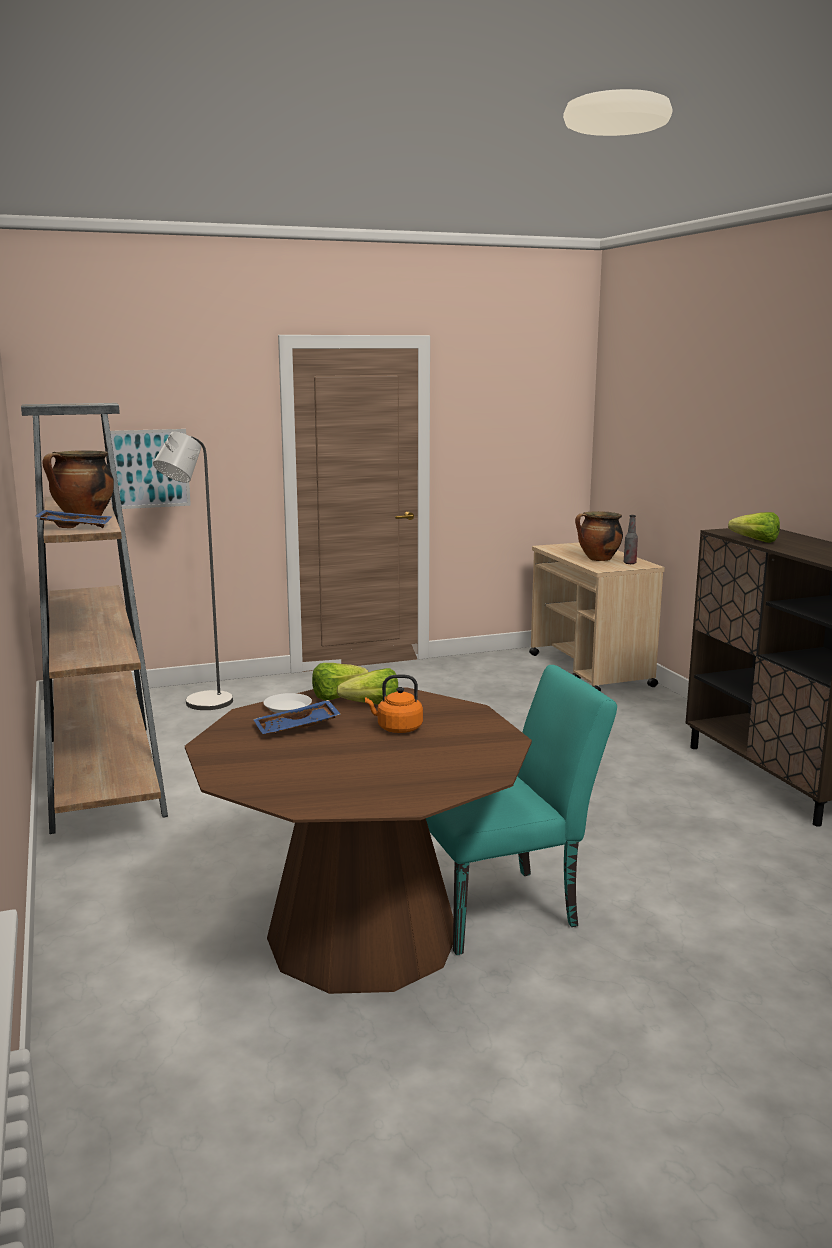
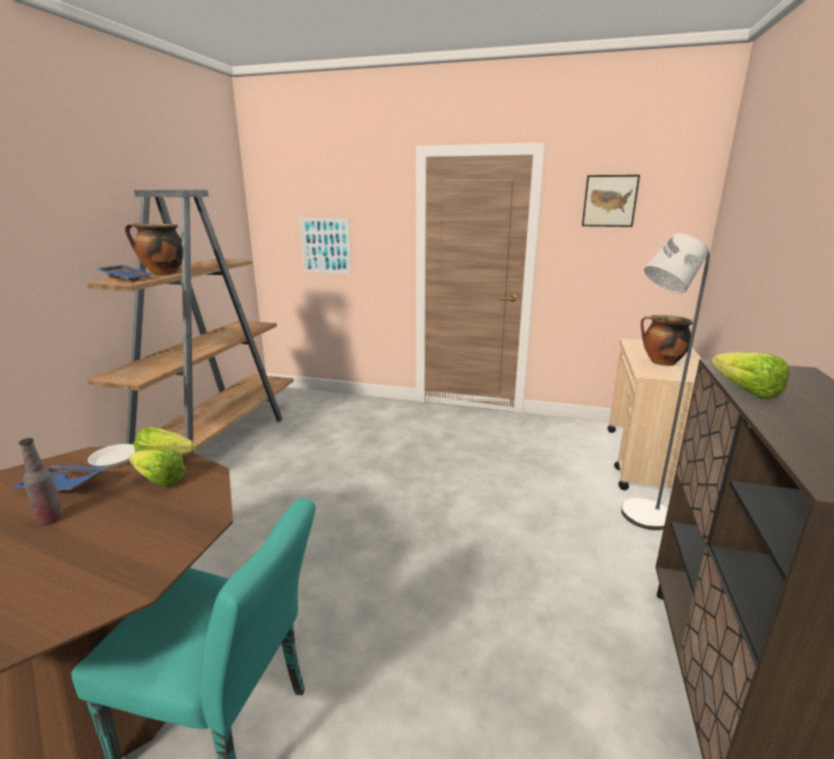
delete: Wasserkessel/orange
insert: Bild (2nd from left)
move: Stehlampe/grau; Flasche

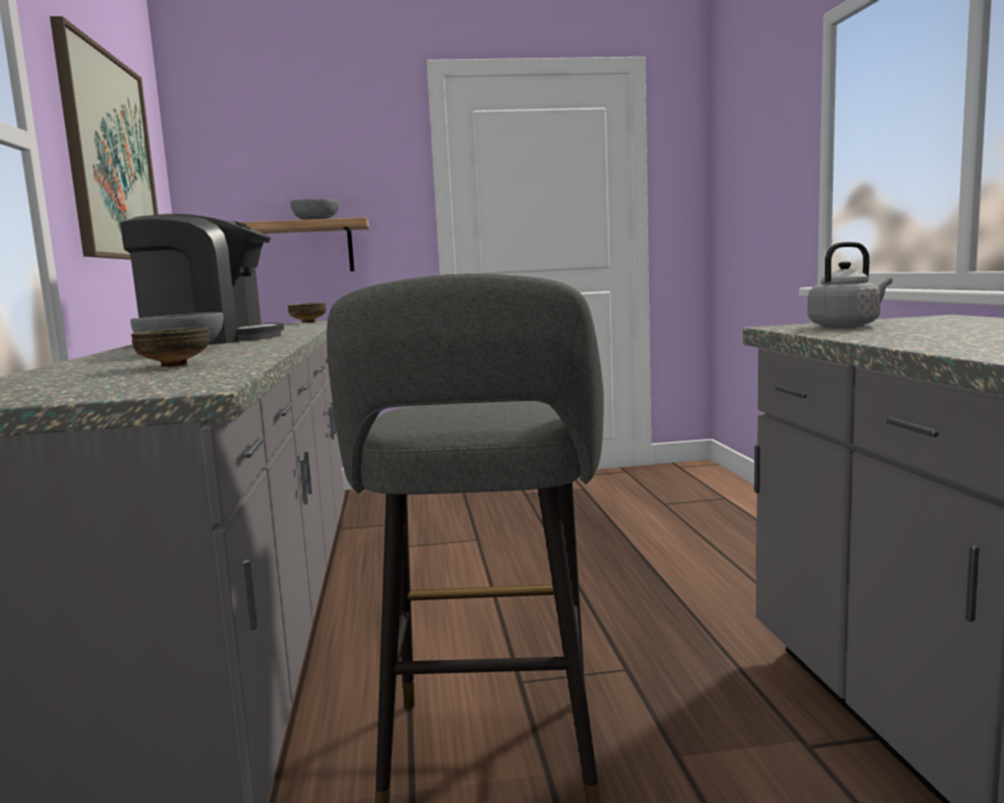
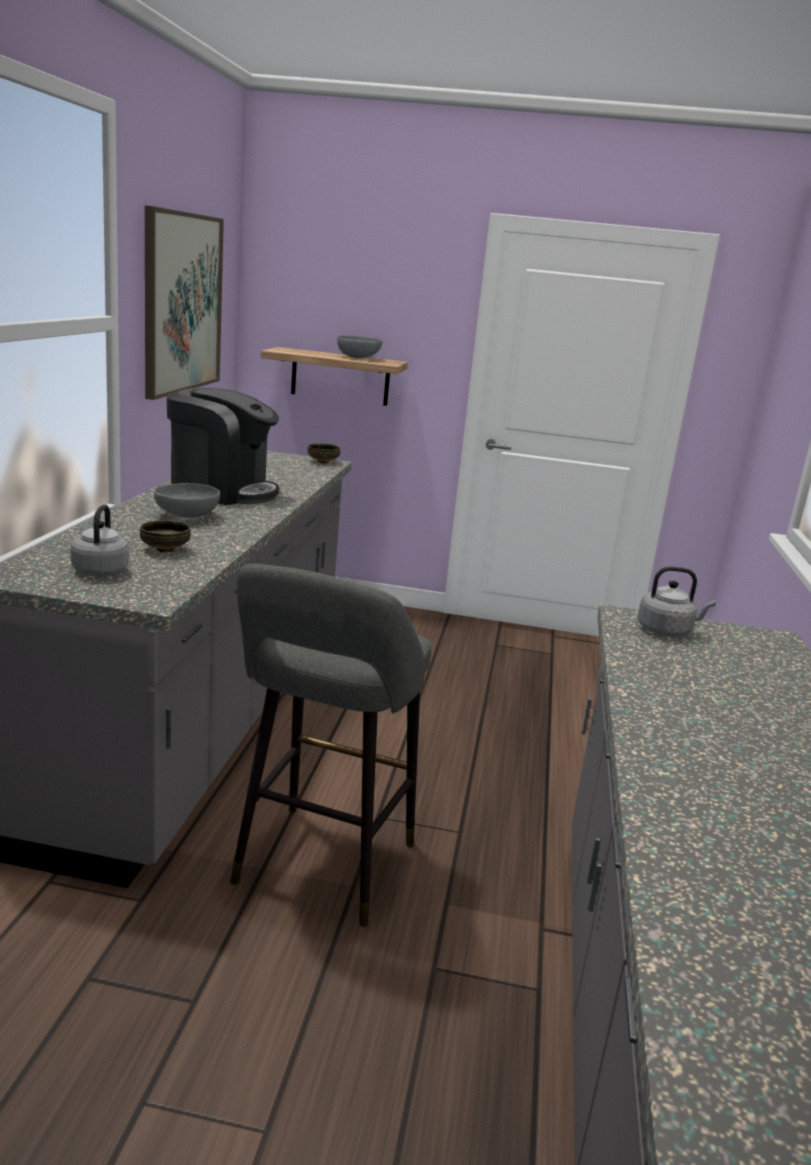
insert: Wasserkessel/grau (1st from left)

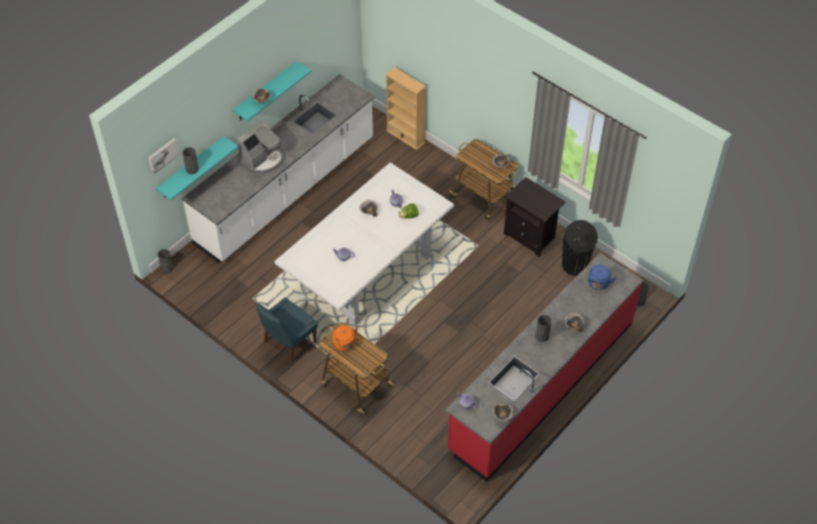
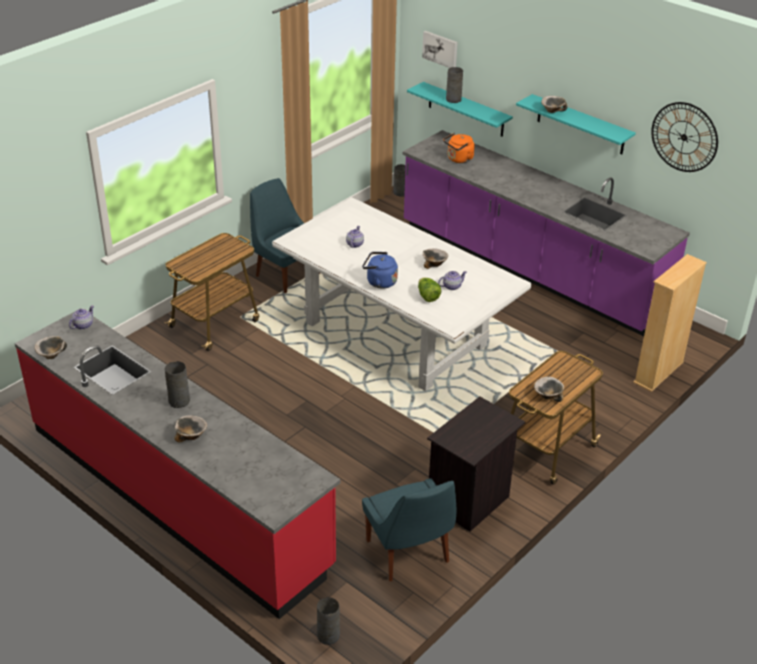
delete: Kaffeemaschine
insert: Wanduhr
move: Wasserkessel/blau; Wasserkessel/orange
replace: Mülleimer/schwarz to Stuhl/blau (2nd from left)
recolor: Küchenzeile/weiß to Küchenzeile/lila

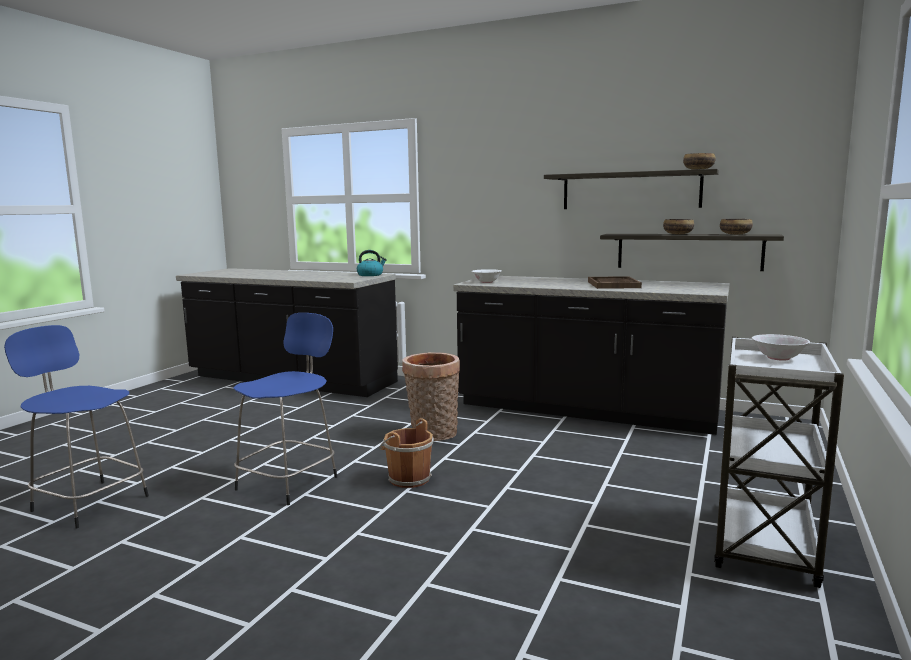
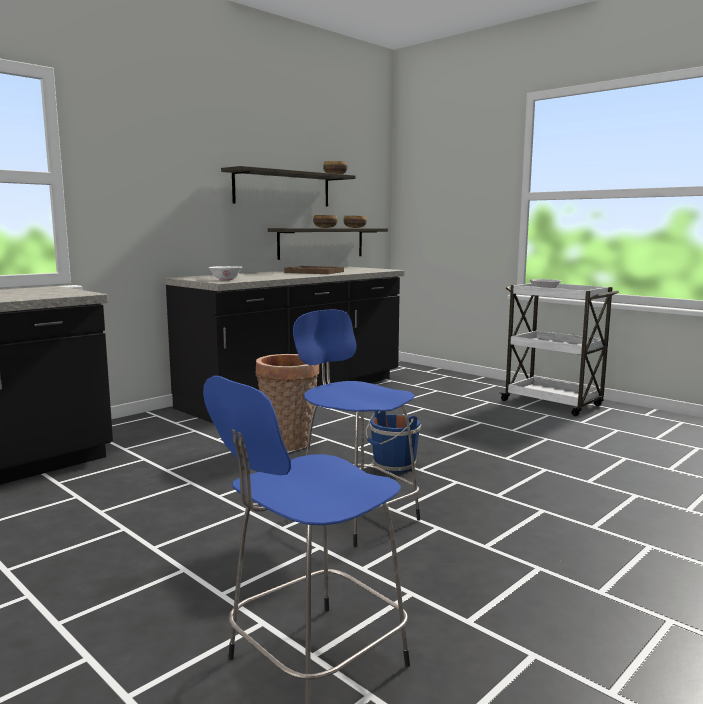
delete: Wasserkessel
recolor: Eimer/braun to Eimer/blau

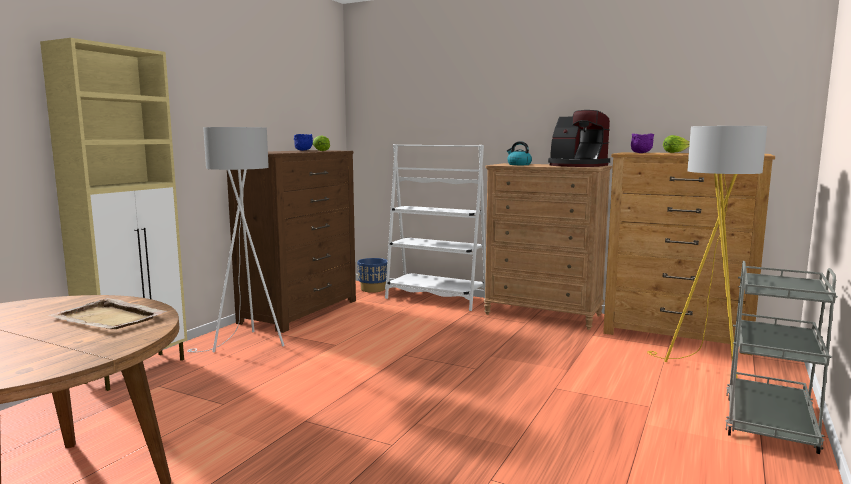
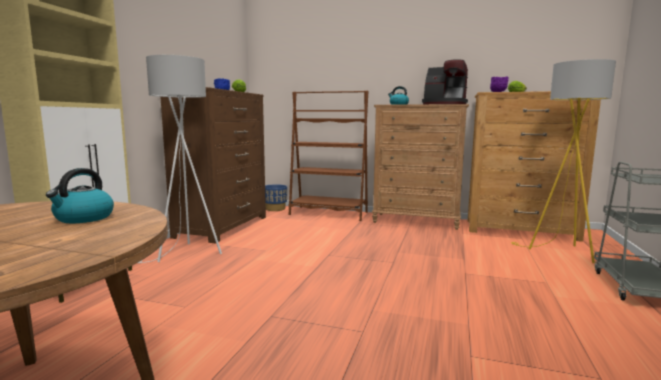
replace: Tablett/beige to Wasserkessel (1st from left)
recolor: Bücherregal/weiß to Bücherregal/braun

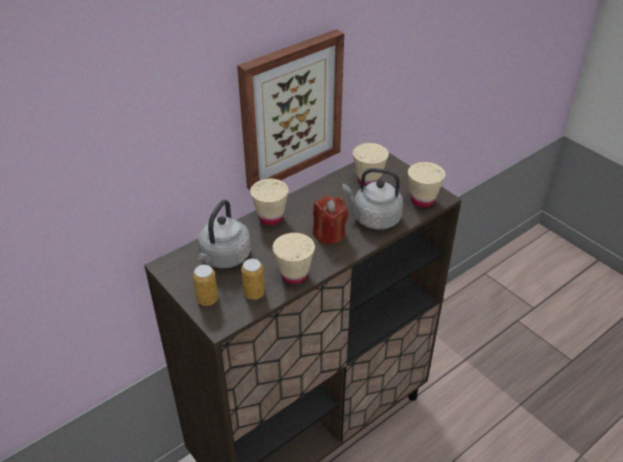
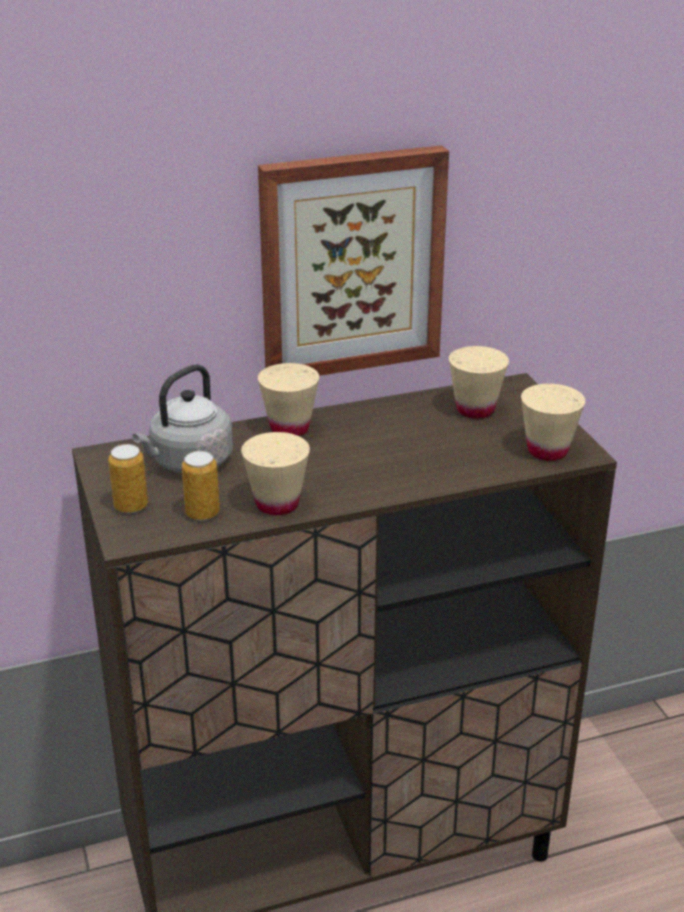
delete: Wasserkessel/grau (2nd from left); Kerze/rot

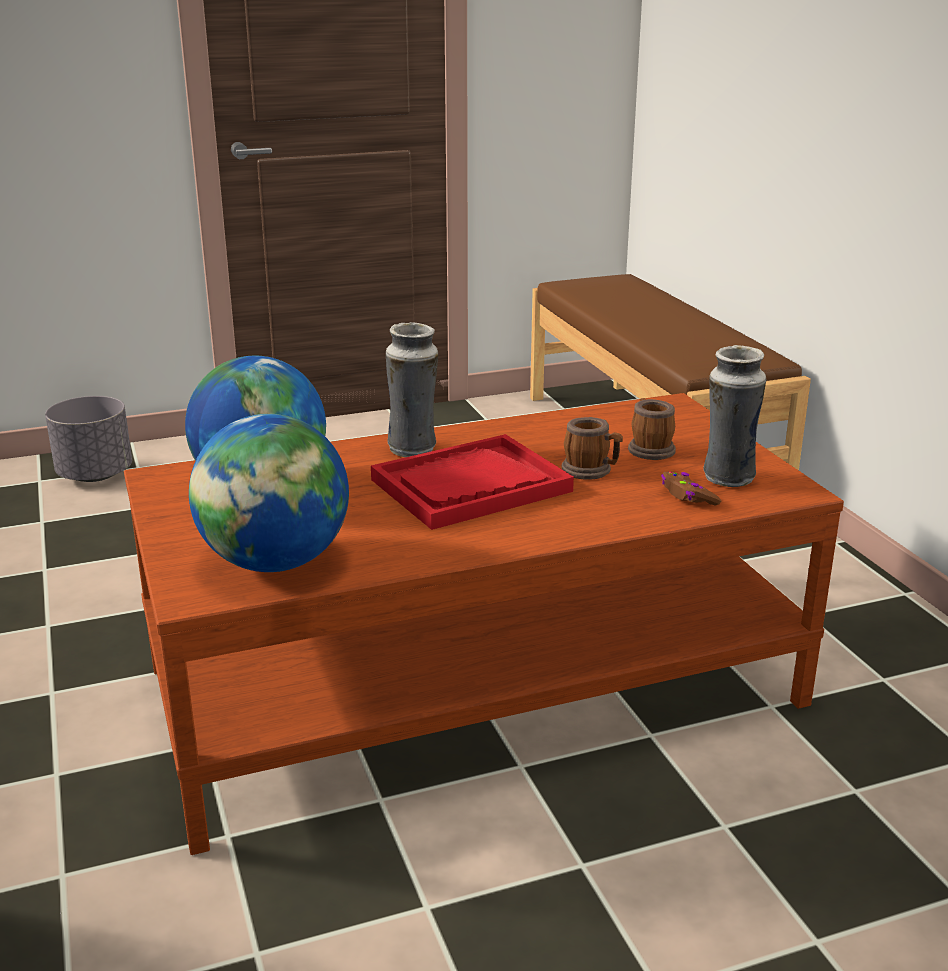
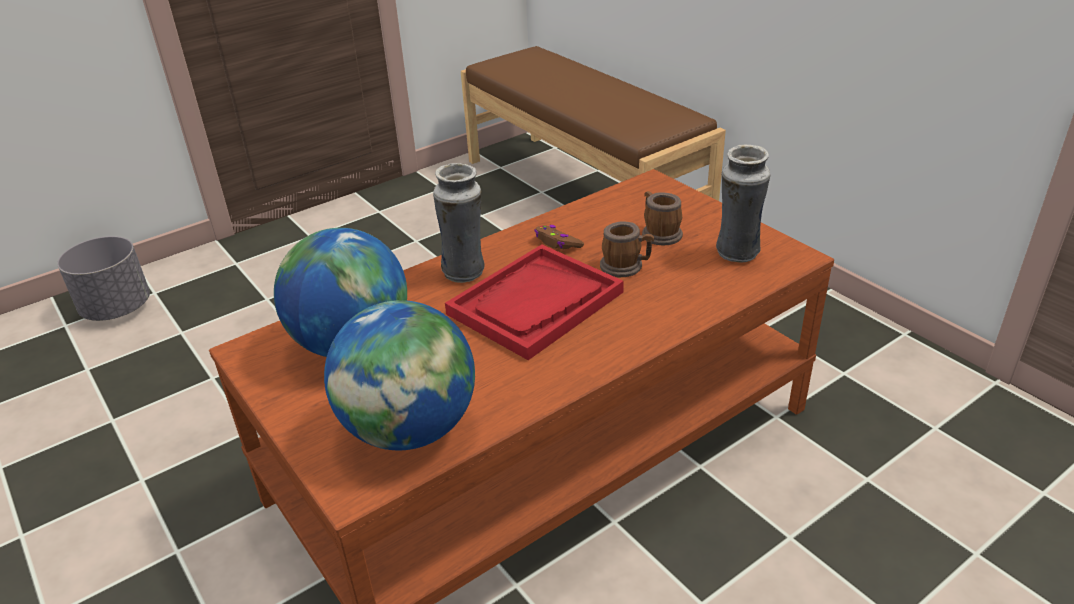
move: Gamepad/braun

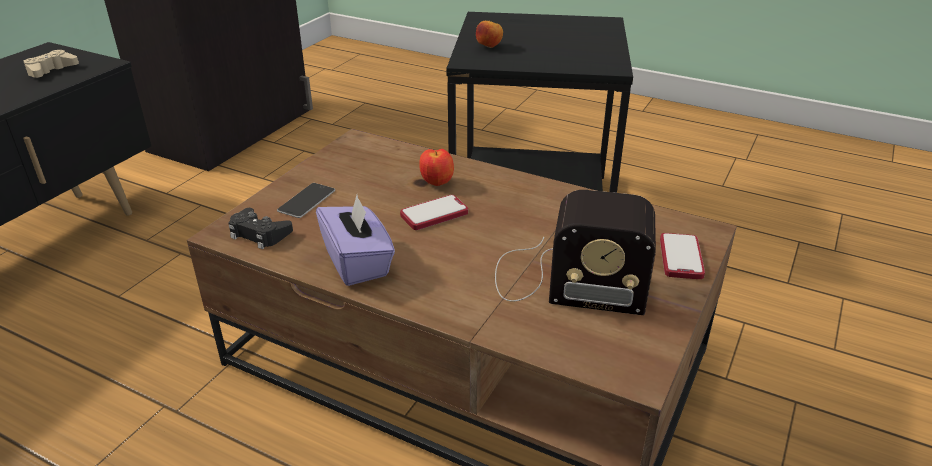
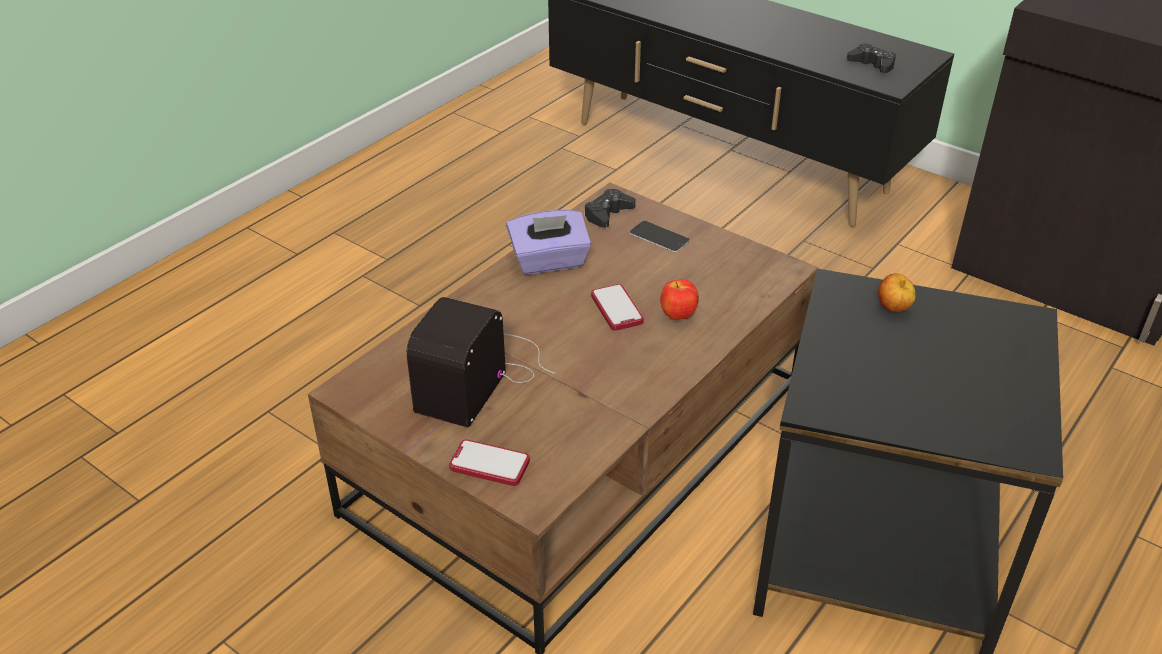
recolor: Gamepad/beige to Gamepad/schwarz (2nd from left)

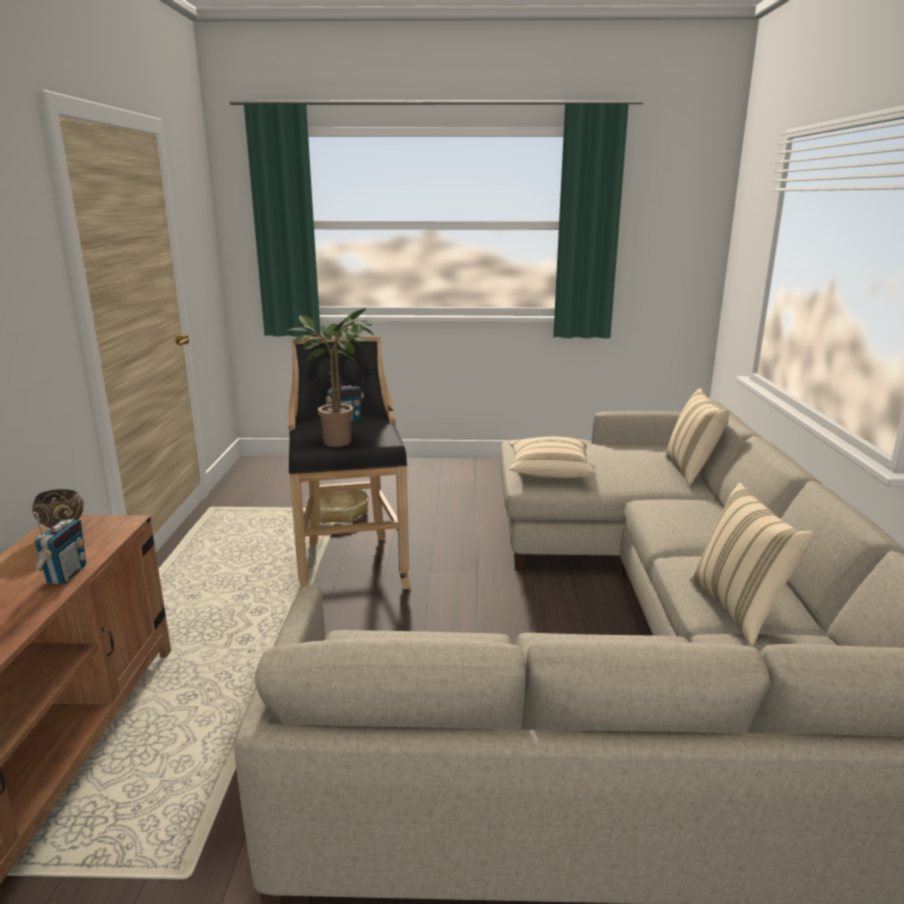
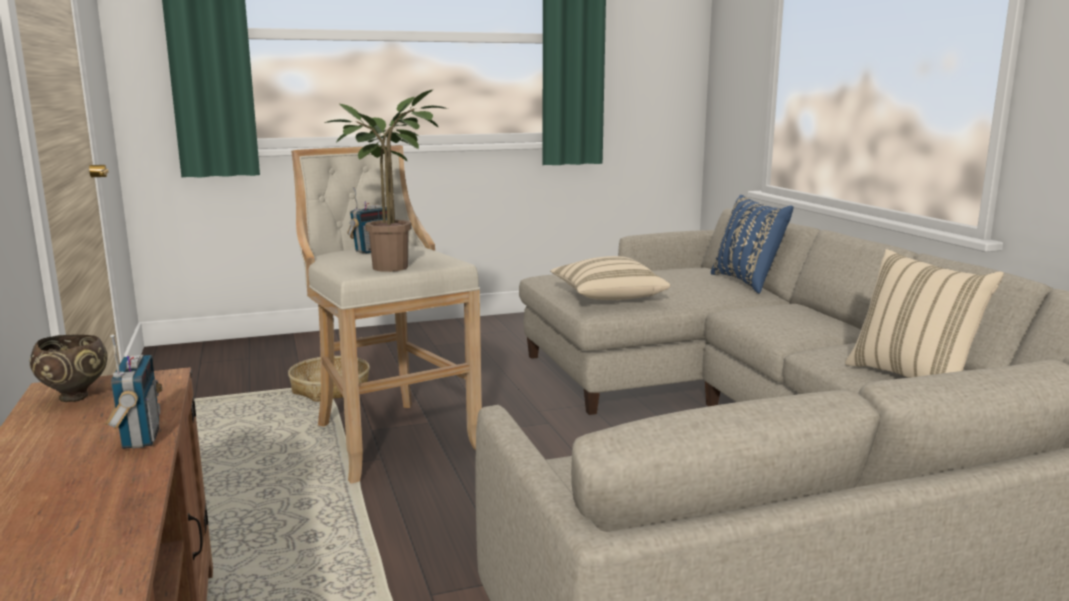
recolor: Hocker/schwarz to Hocker/beige; Kissen/beige (2nd from left) to Kissen/blau

